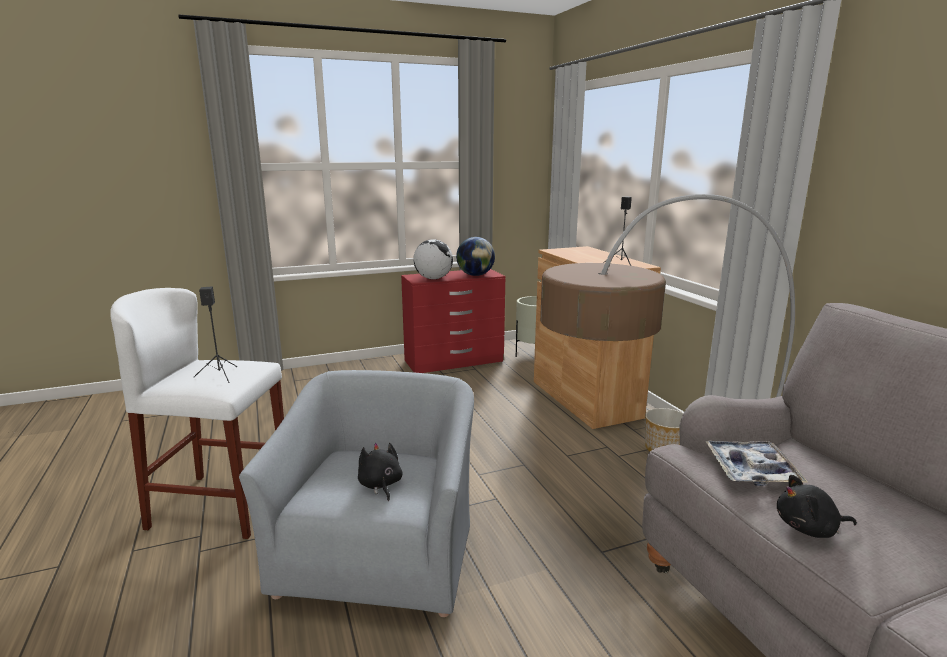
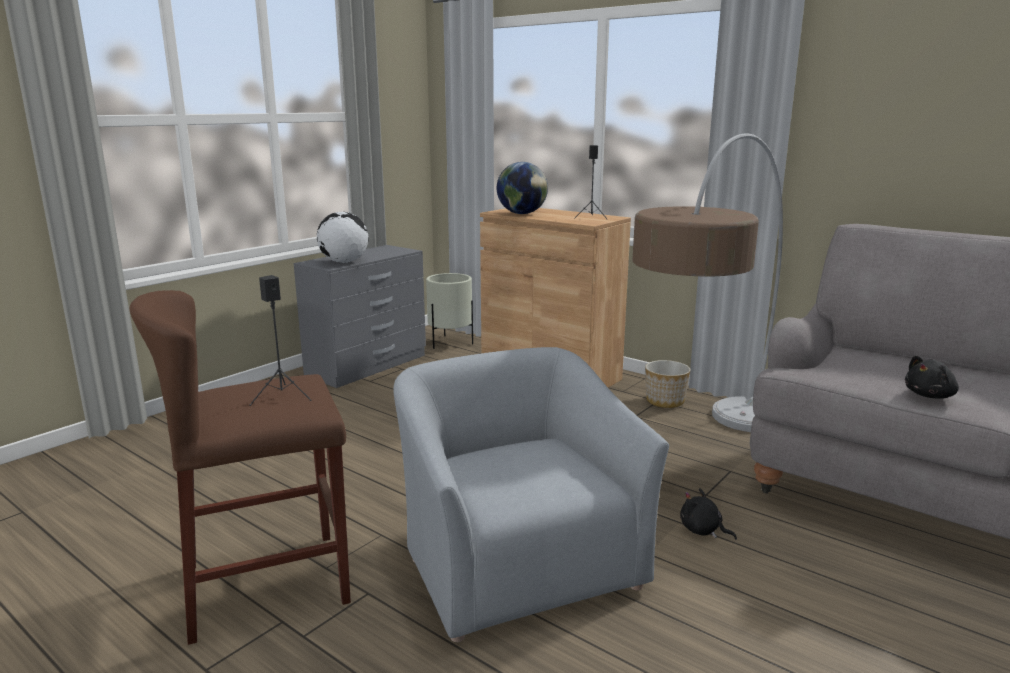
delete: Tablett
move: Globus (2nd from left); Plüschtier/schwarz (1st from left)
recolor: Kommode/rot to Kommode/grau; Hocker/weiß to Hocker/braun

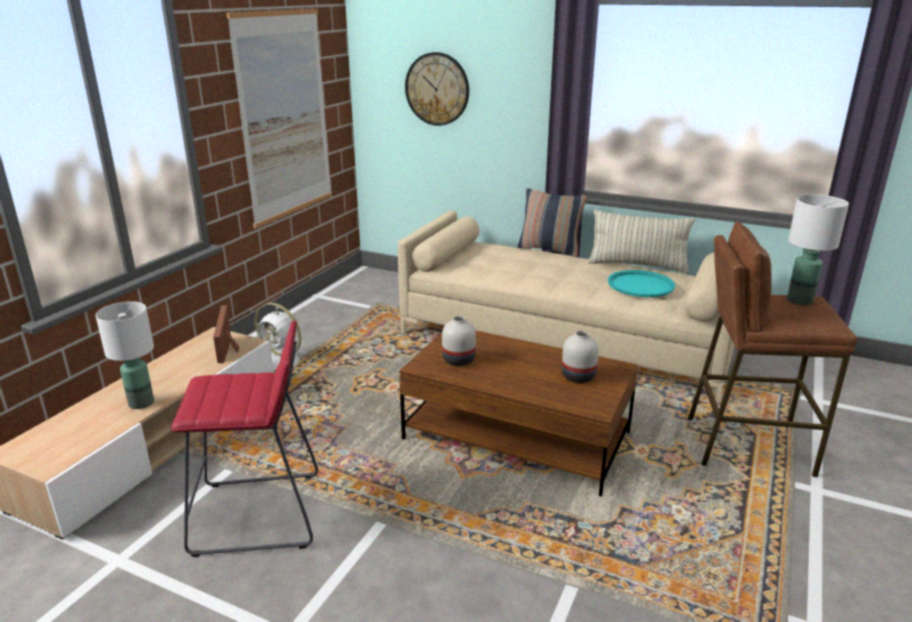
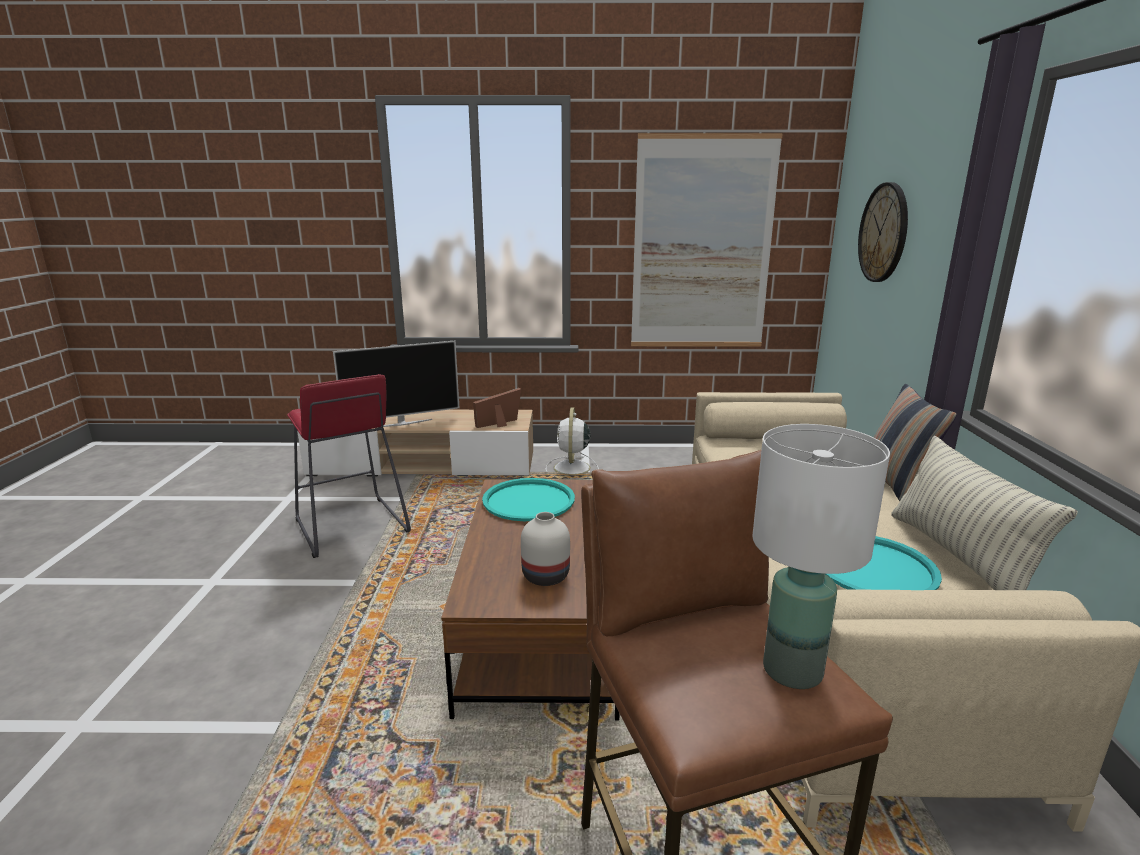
replace: Tischlampe/weiß (1st from left) to Fernseher; Vase/weiß (1st from left) to Tablett/türkis (1st from left)

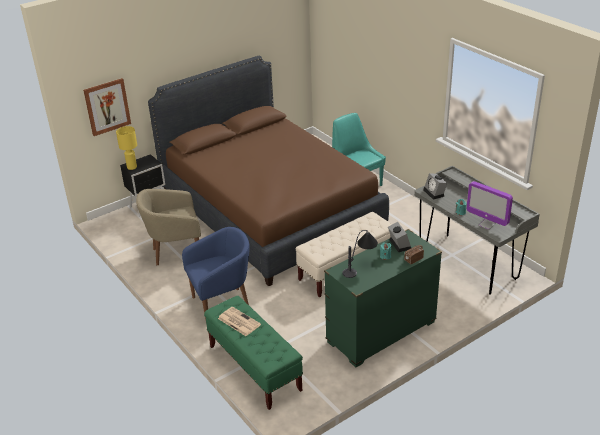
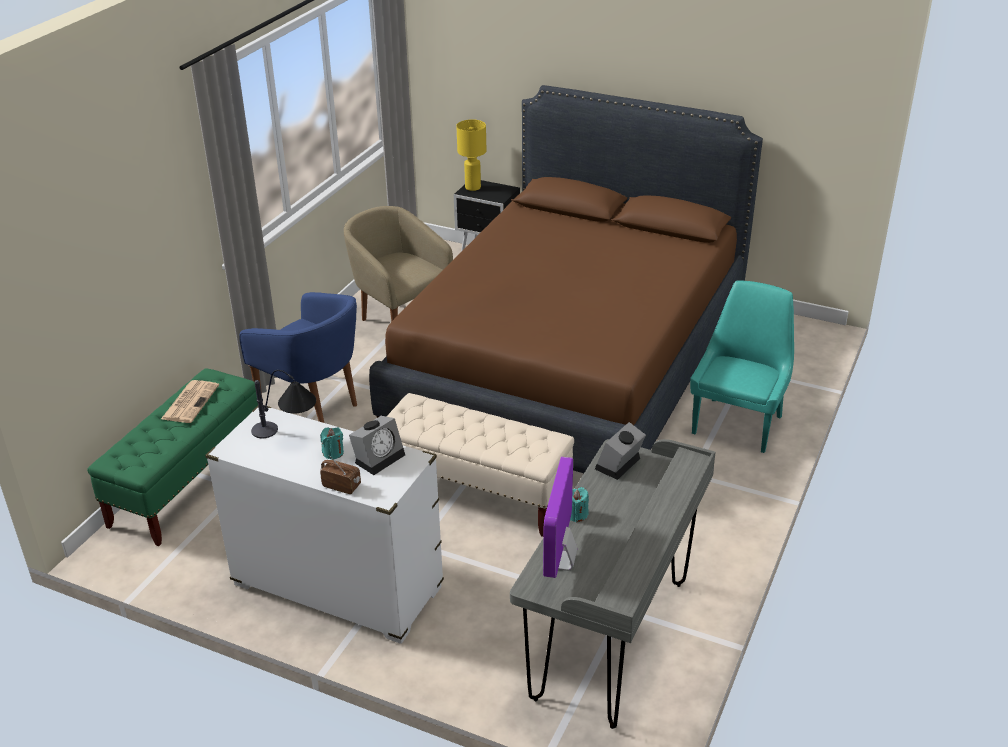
delete: Bild
recolor: Kommode/grün to Kommode/weiß

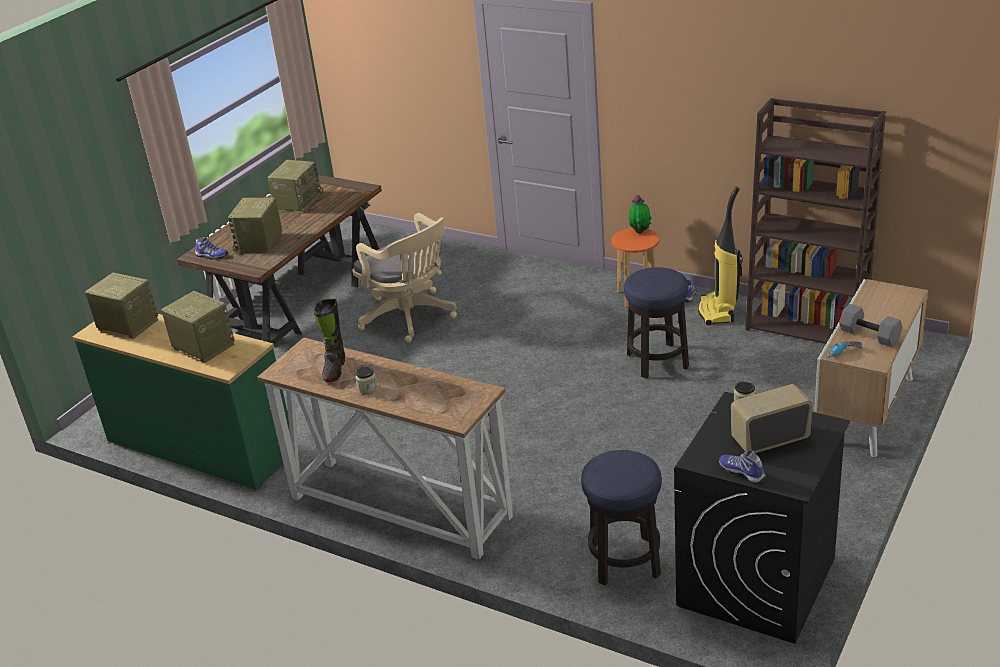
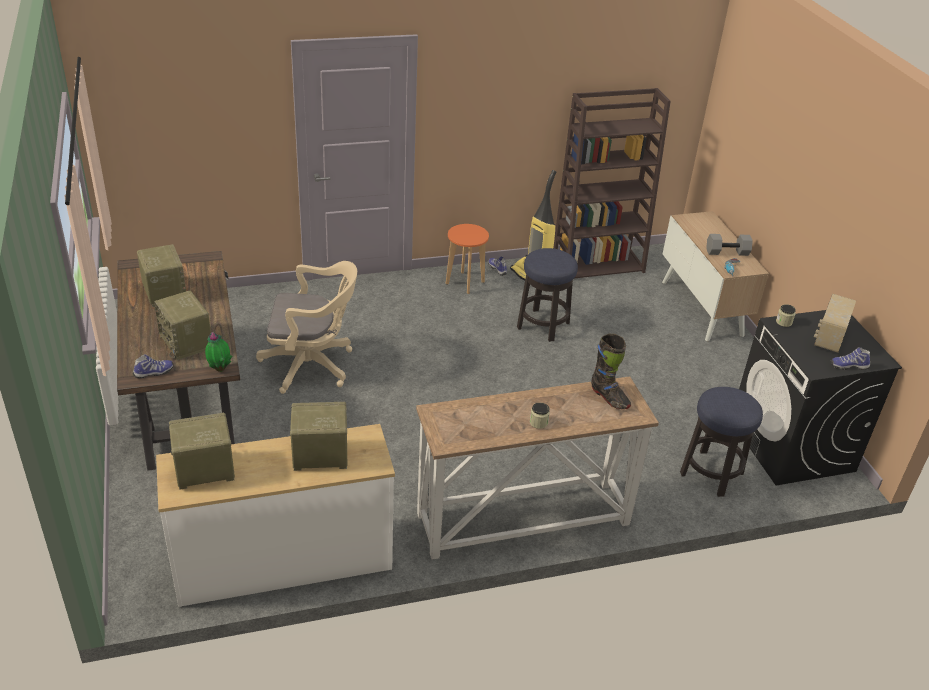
move: Topfpflanze; Stiefel/schwarz
recolor: Kommode/grün to Kommode/weiß

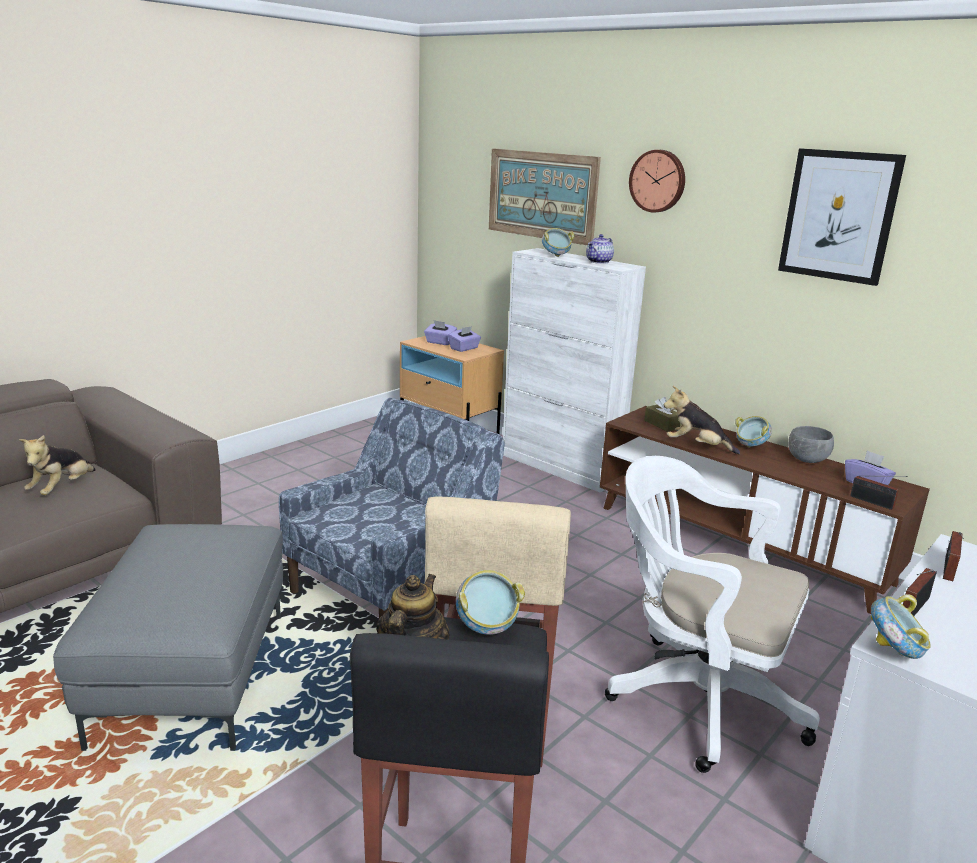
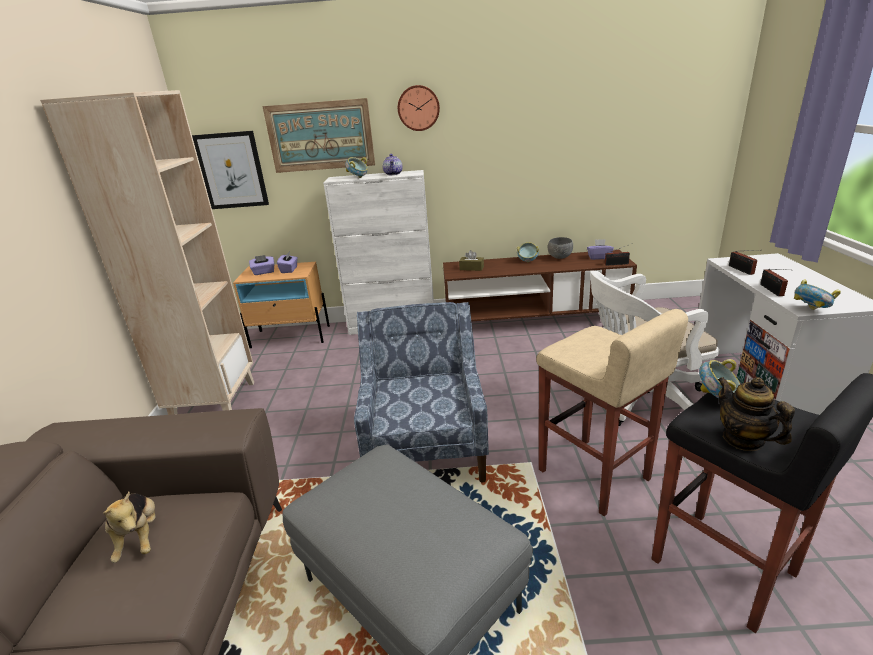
delete: Plüschtier (2nd from left)
insert: Bücherregal/beige
move: Bild (2nd from left in the first image) to Bild (1st from left)

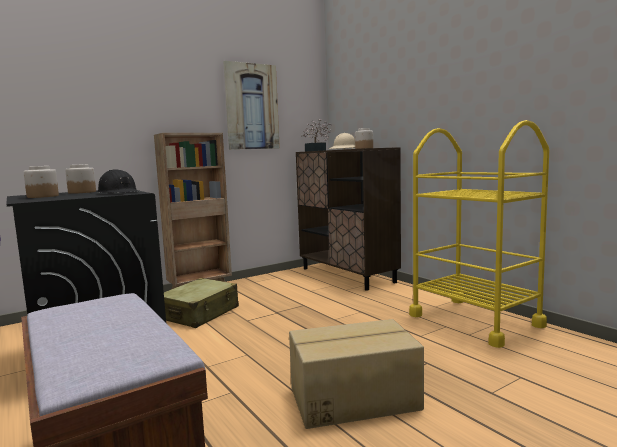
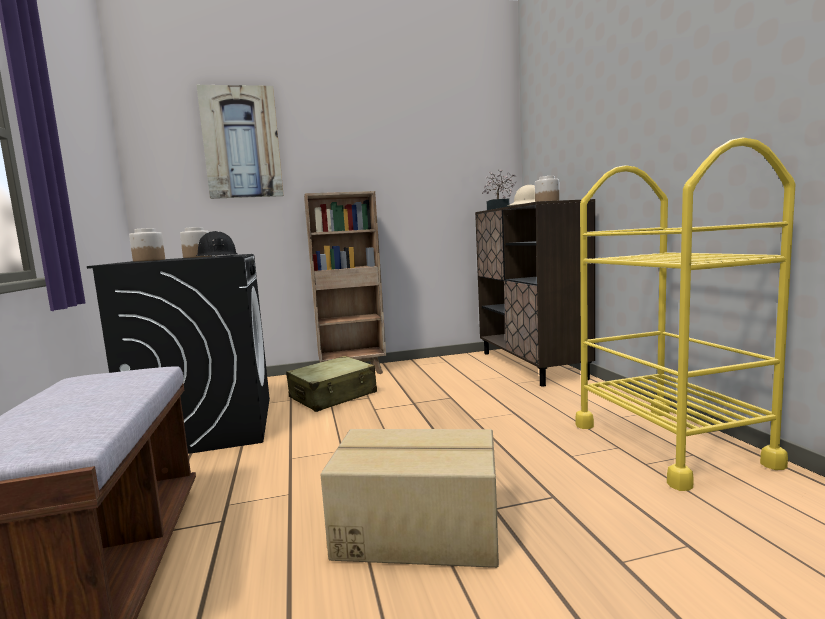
move: Bild

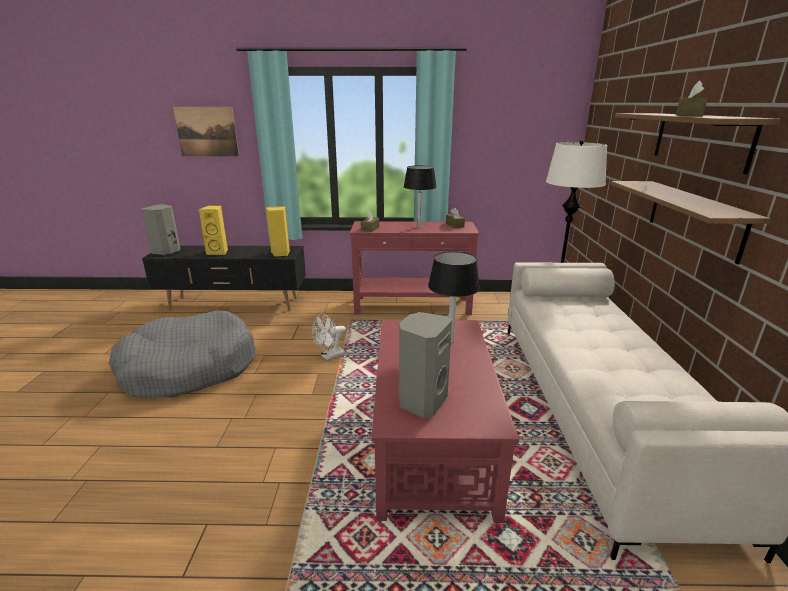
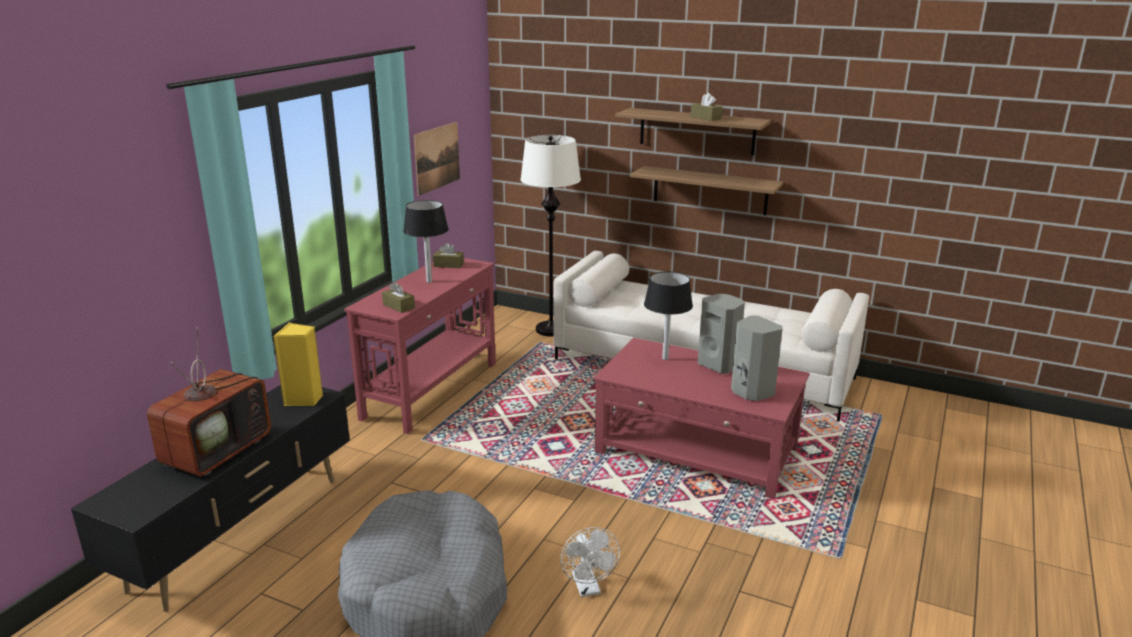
move: Bild; Lautsprecher/grau (1st from left); Ventilator/weiß
replace: Lautsprecher/gelb (1st from left) to Fernseher

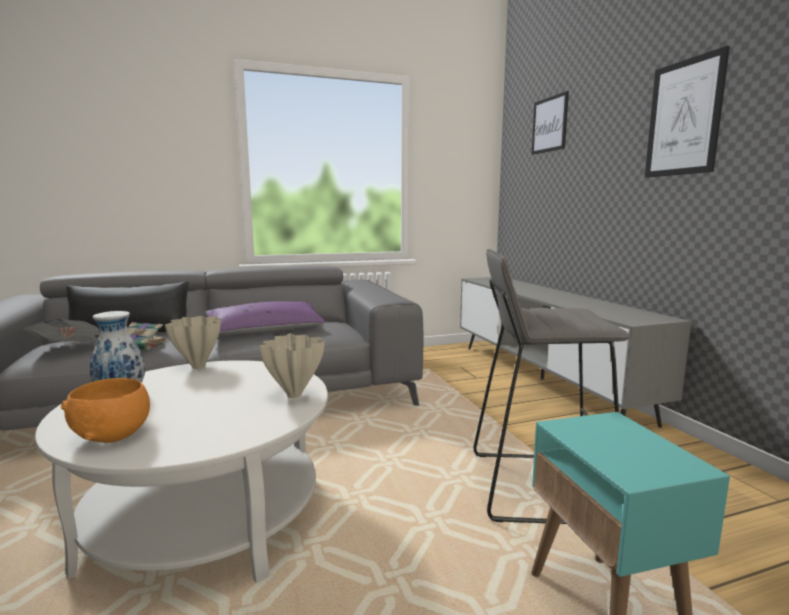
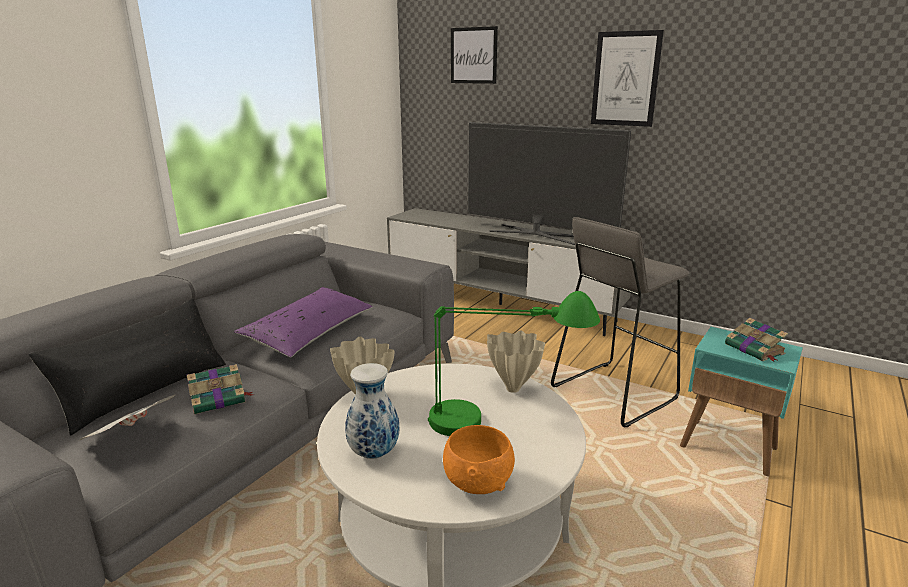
insert: Fernseher; Tischlampe/grün; Buch (2nd from left)

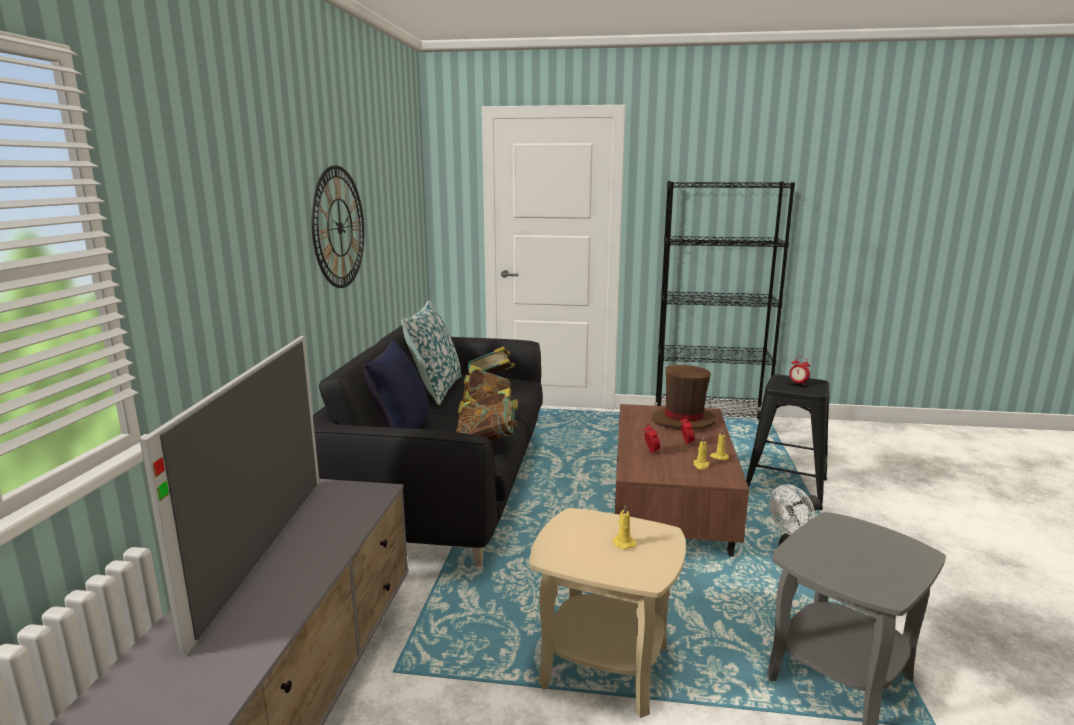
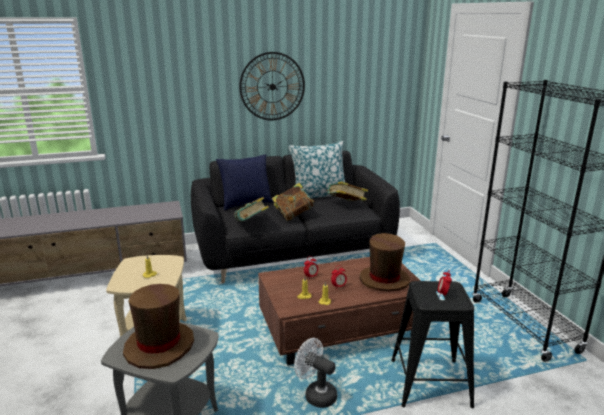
delete: Fernseher
insert: Hut/braun (1st from left)

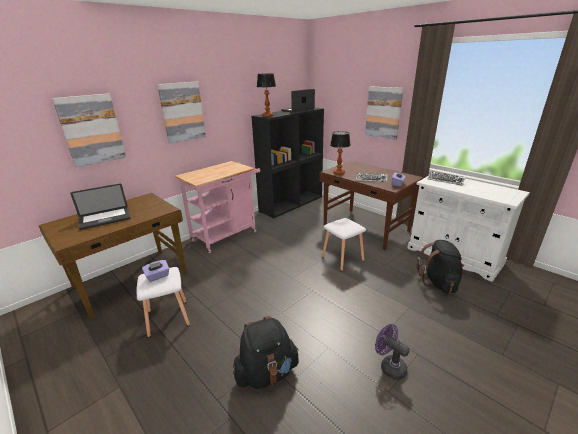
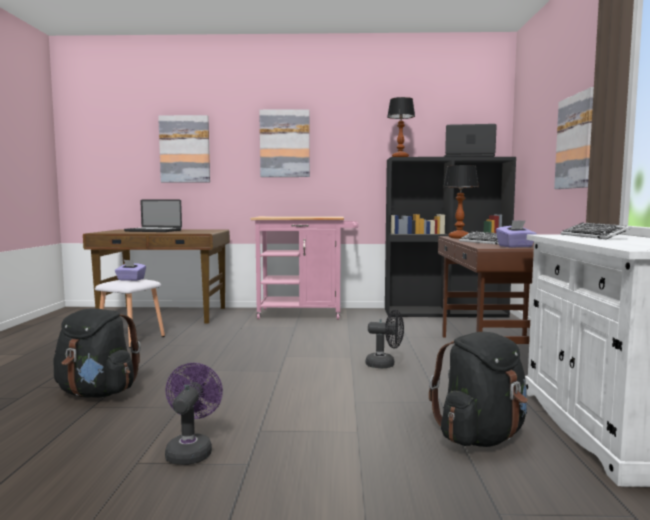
replace: Hocker/weiß (2nd from left) to Ventilator/schwarz

